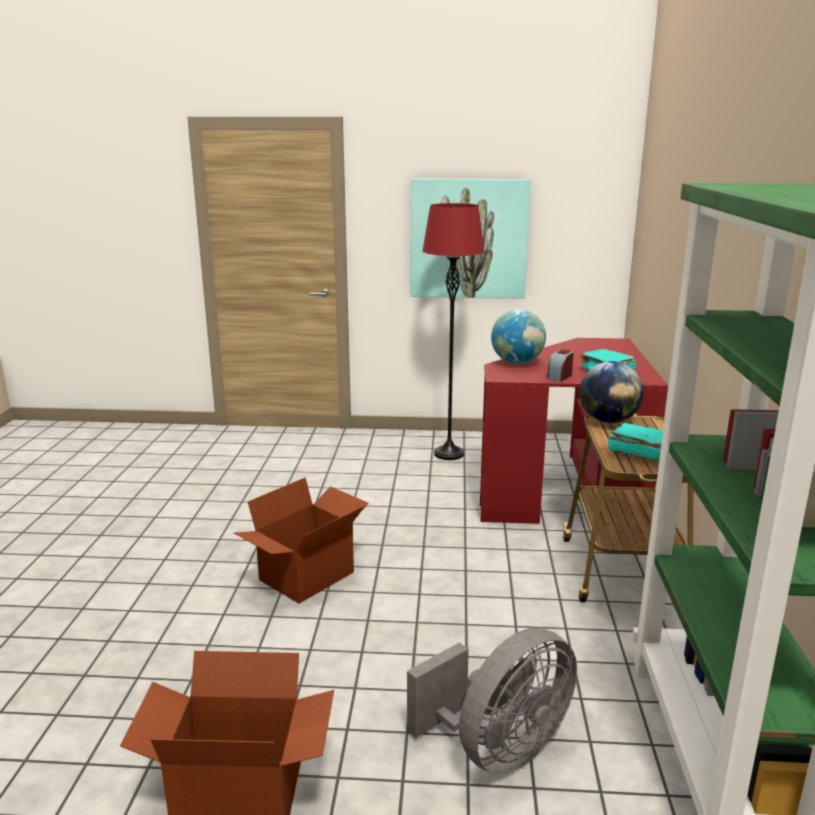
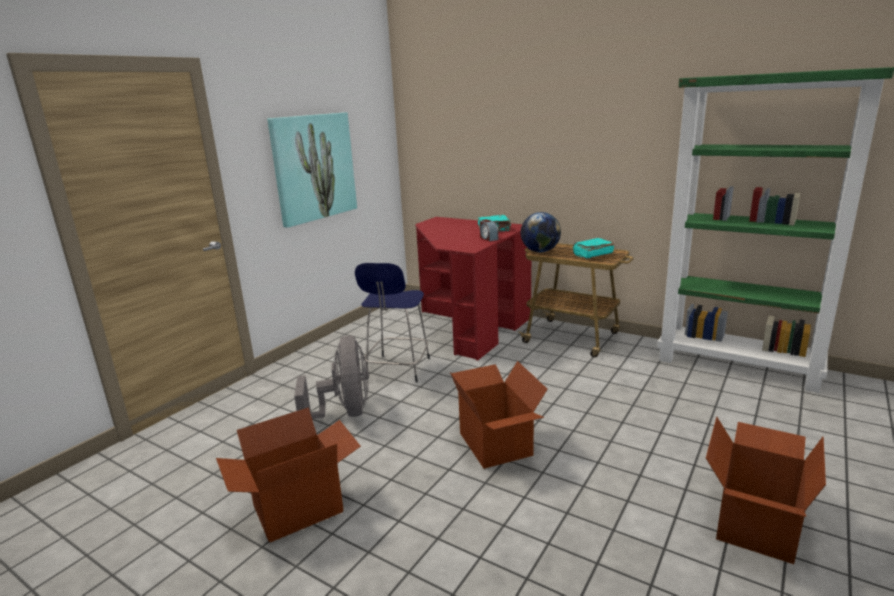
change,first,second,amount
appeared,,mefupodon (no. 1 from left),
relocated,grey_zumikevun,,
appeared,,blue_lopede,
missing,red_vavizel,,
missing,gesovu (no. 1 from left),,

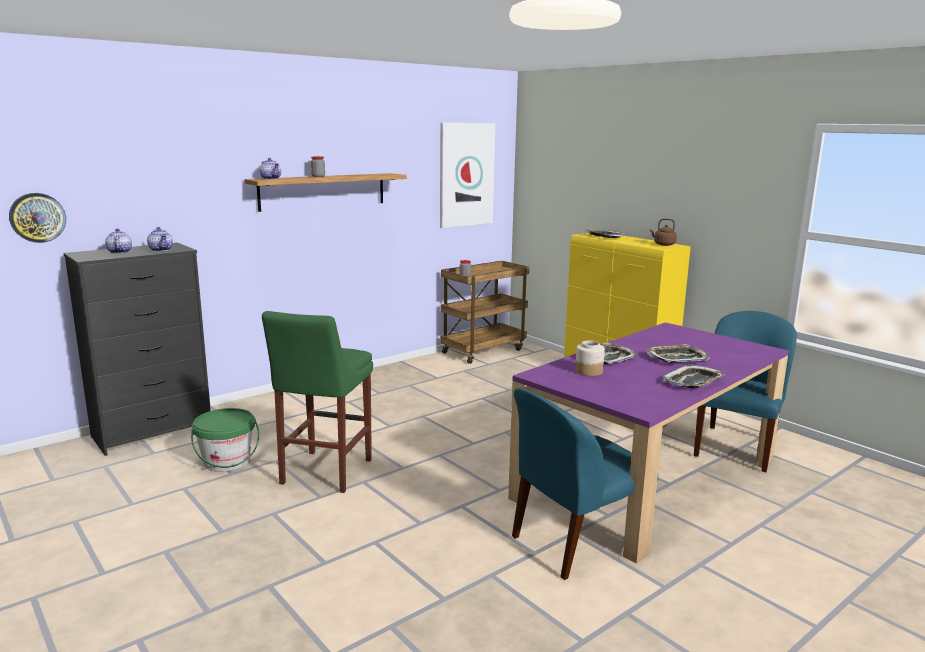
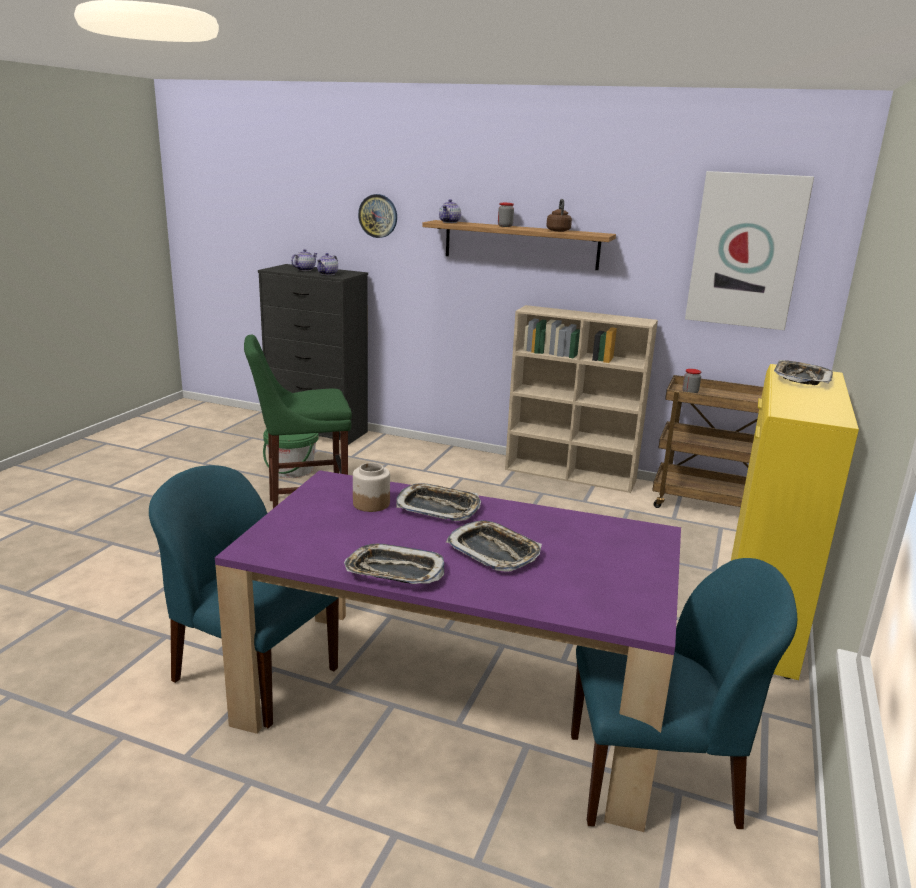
change,first,second,amount
relocated,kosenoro,,
appeared,,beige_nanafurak,
relocated,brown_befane,,

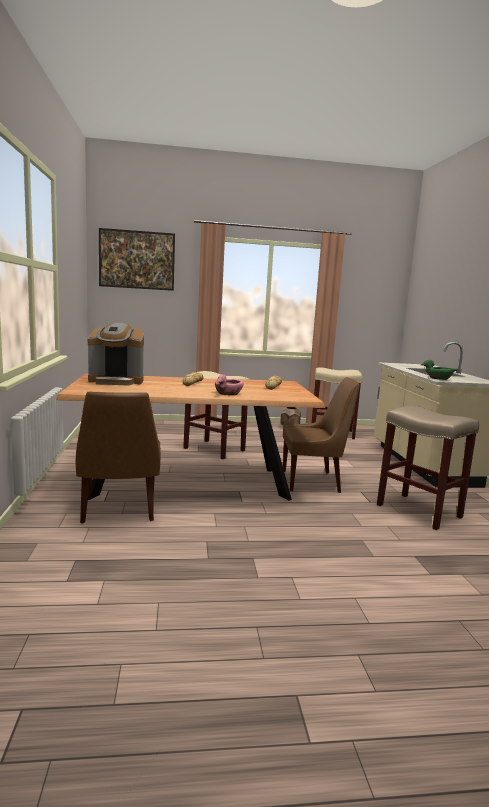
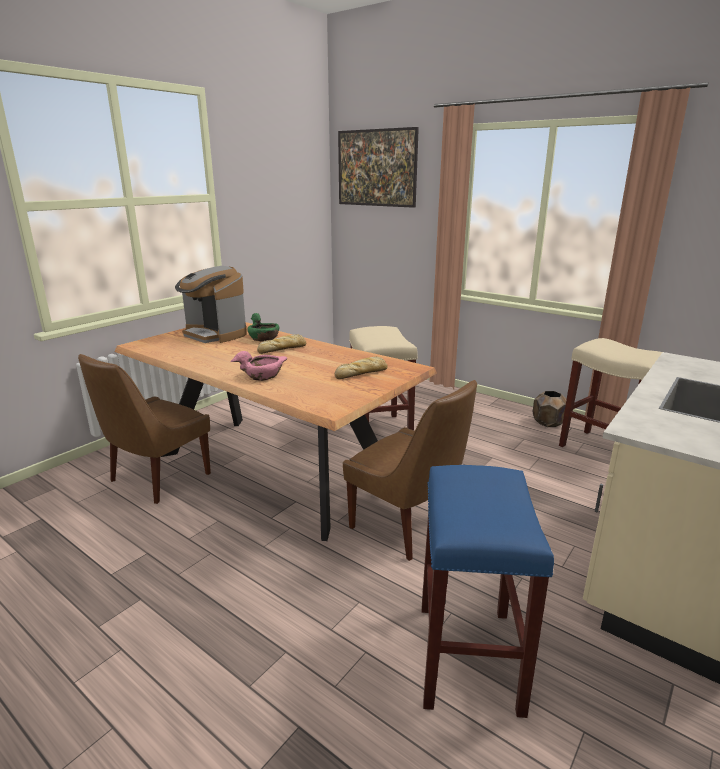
change,first,second,amount
relocated,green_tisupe,,
colour,beige_lopede (no. 3 from left),blue_lopede,

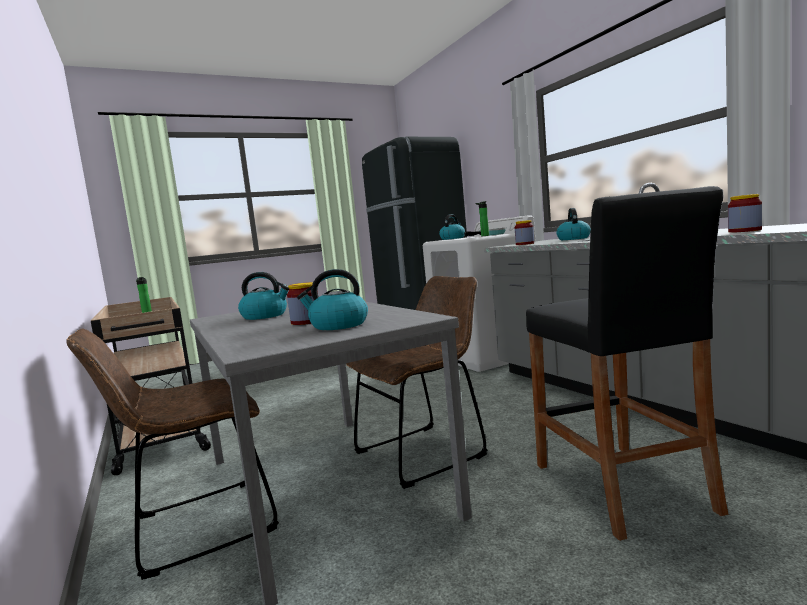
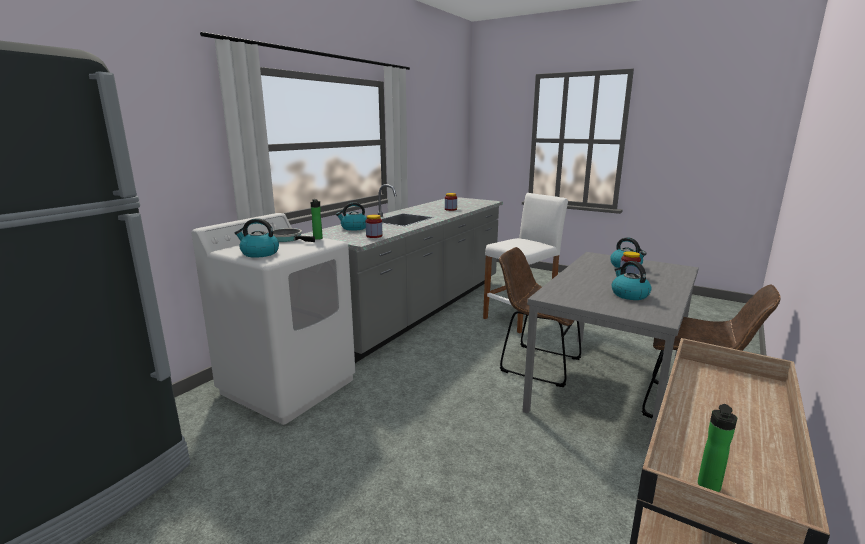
change,first,second,amount
colour,black_lopede,white_lopede,

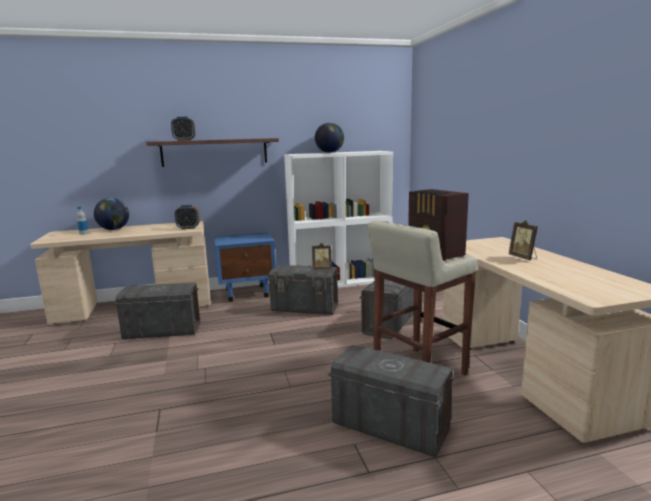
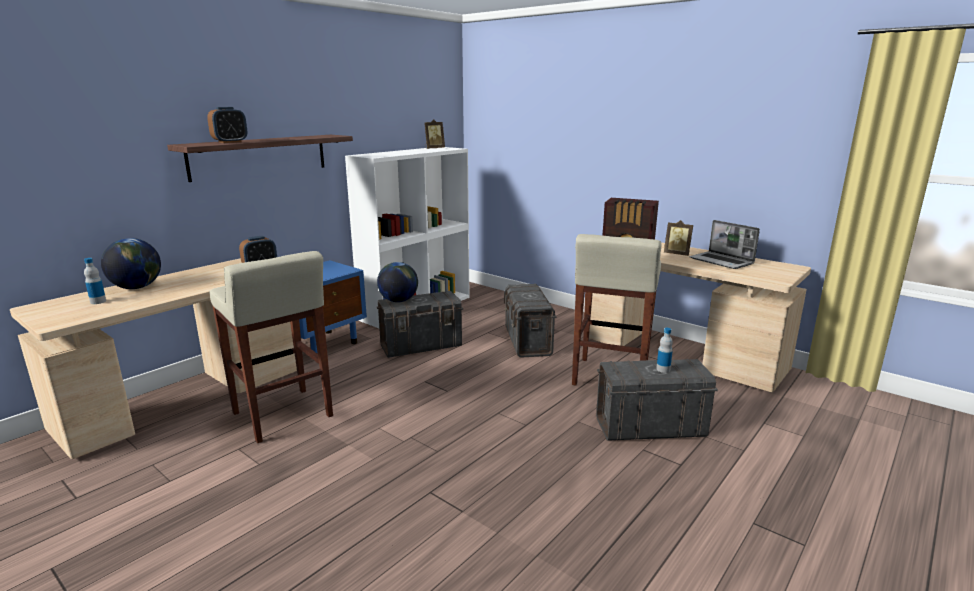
change,first,second,amount
exchanged,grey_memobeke (no. 1 from left),beige_lopede (no. 1 from left),
relocated,gesovu (no. 2 from left),,
relocated,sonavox (no. 1 from left),,
appeared,,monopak (no. 2 from left),
appeared,,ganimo,

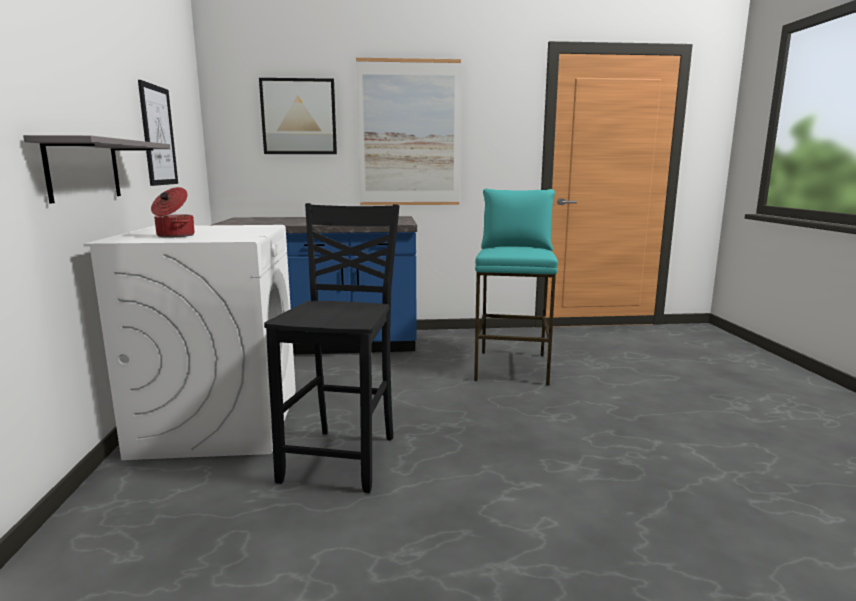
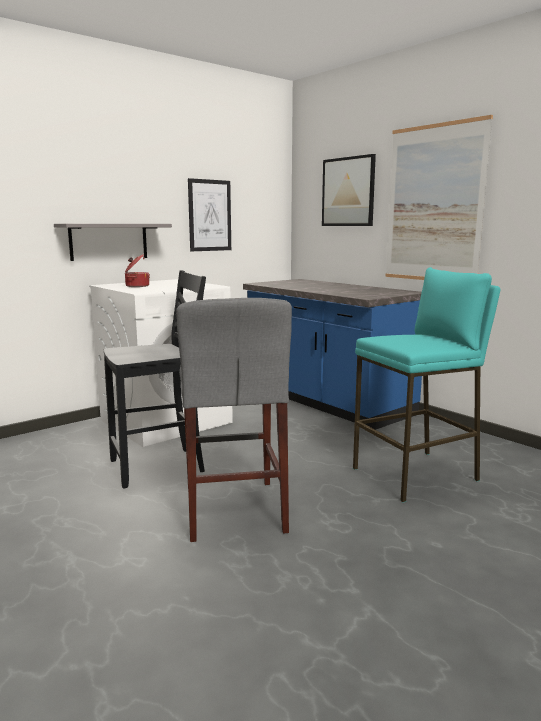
change,first,second,amount
appeared,,grey_lopede,

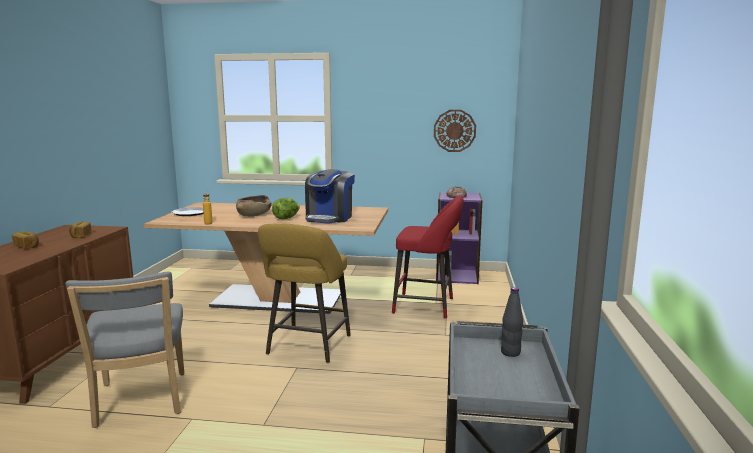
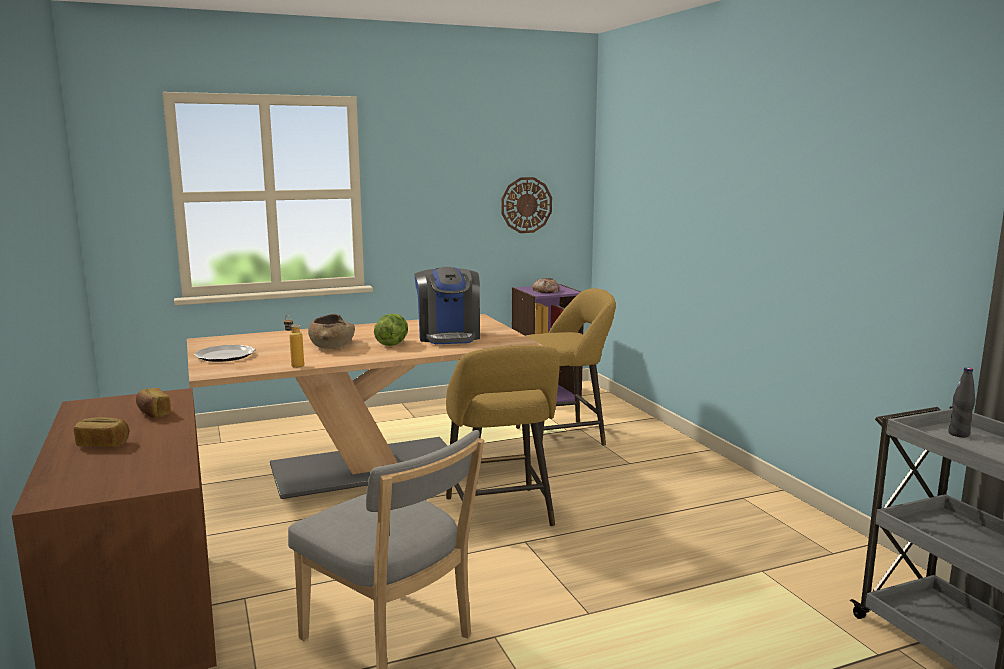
change,first,second,amount
colour,red_lopede,yellow_lopede (no. 2 from left),

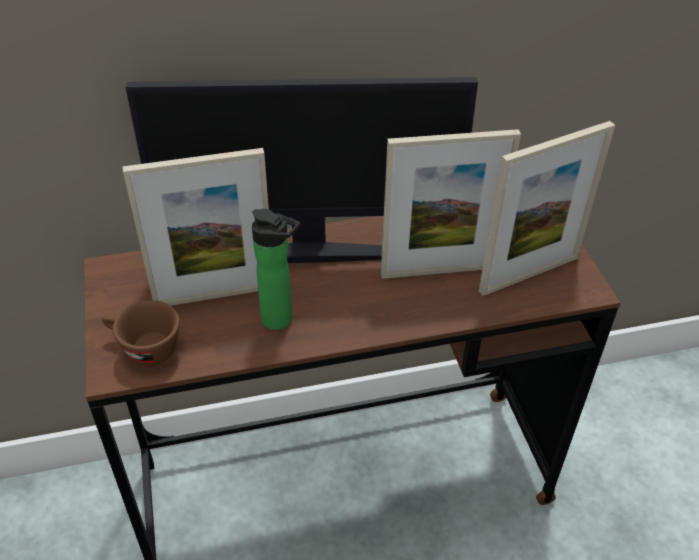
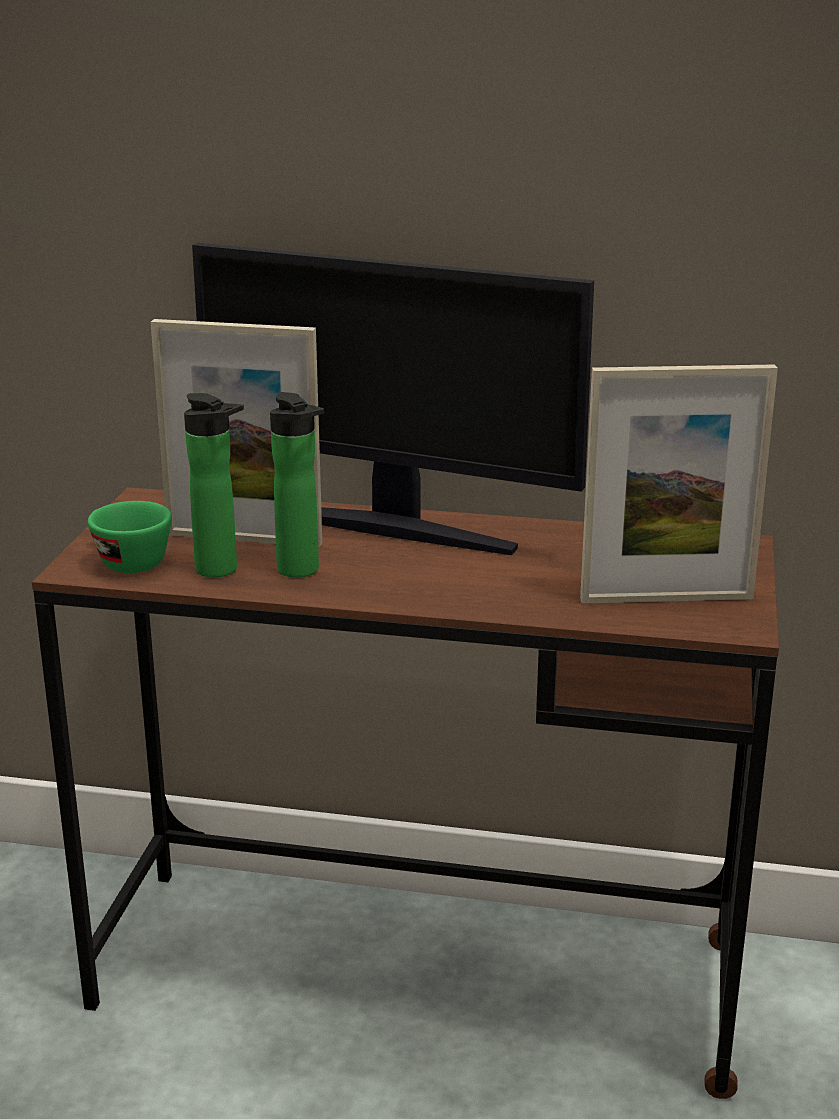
change,first,second,amount
colour,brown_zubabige,green_zubabige,
appeared,,monopak (no. 1 from left),
missing,sonavox (no. 2 from left),,

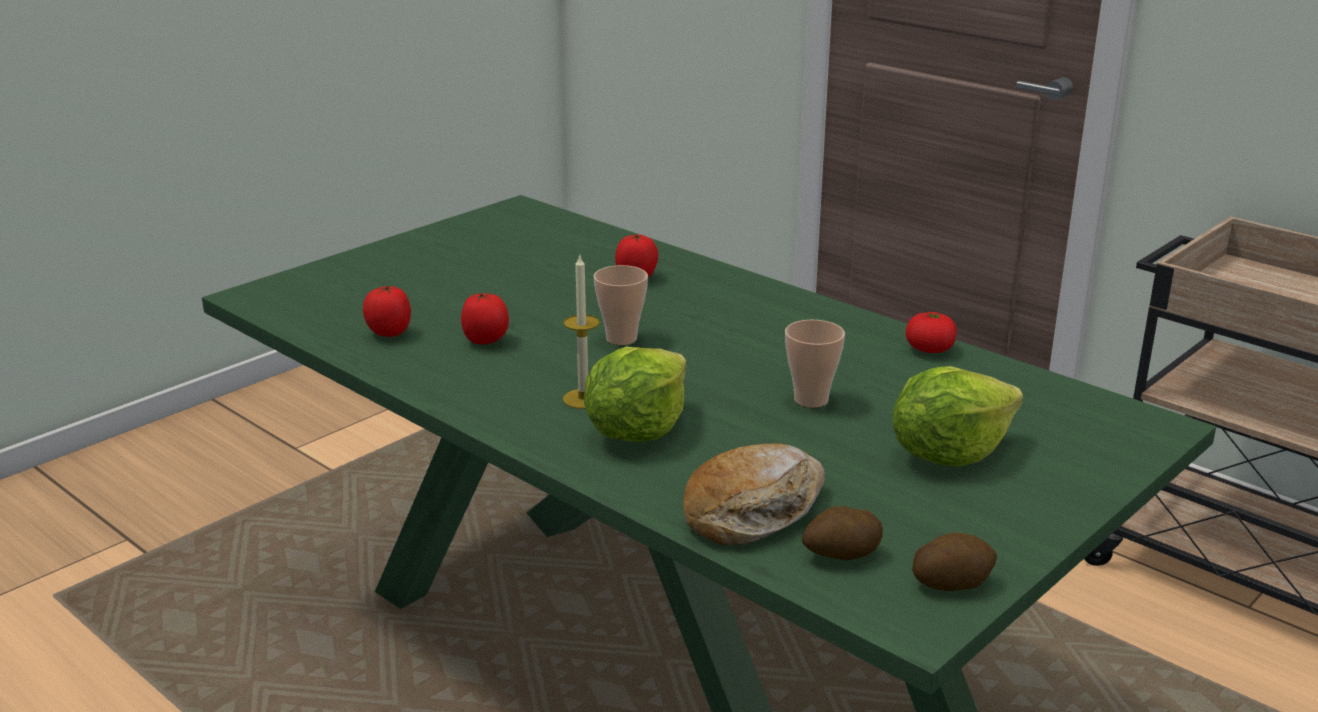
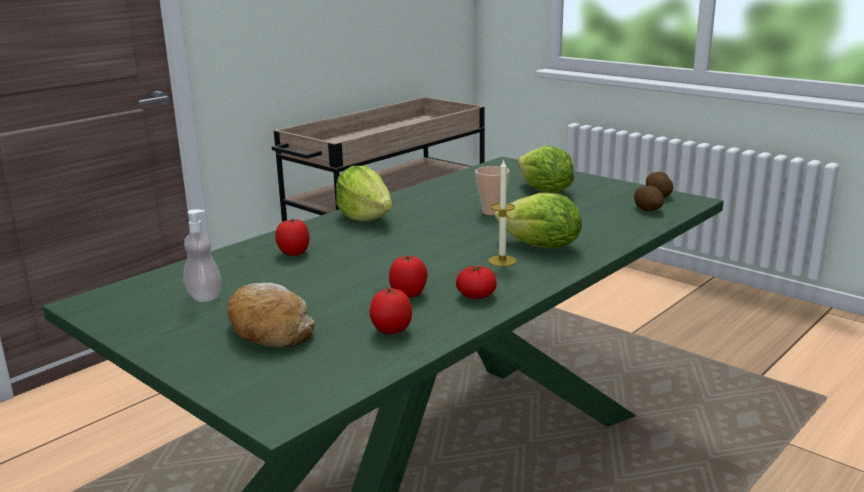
change,first,second,amount
appeared,,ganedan,
relocated,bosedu,,
appeared,,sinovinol (no. 1 from left),
relocated,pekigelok (no. 4 from left),,
missing,zubabige (no. 1 from left),,

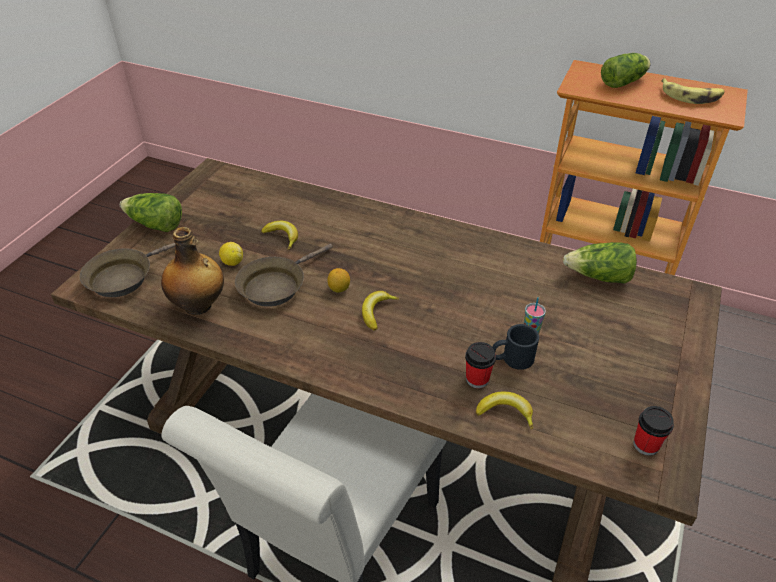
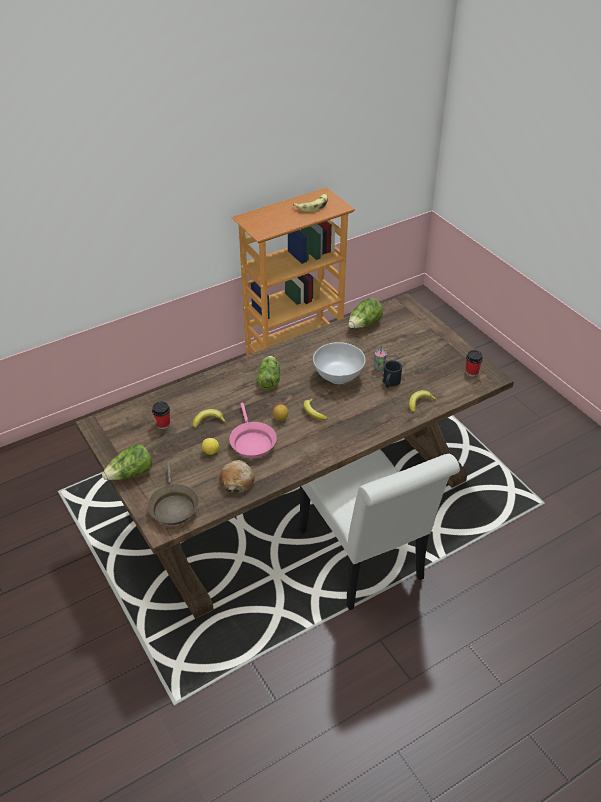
change,first,second,amount
relocated,zubabige (no. 1 from left),,
exchanged,monopak,bosedu,
colour,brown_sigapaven (no. 2 from left),pink_sigapaven,
relocated,sinovinol (no. 3 from left in the first image),sinovinol (no. 2 from left),
appeared,,white_tisupe,

